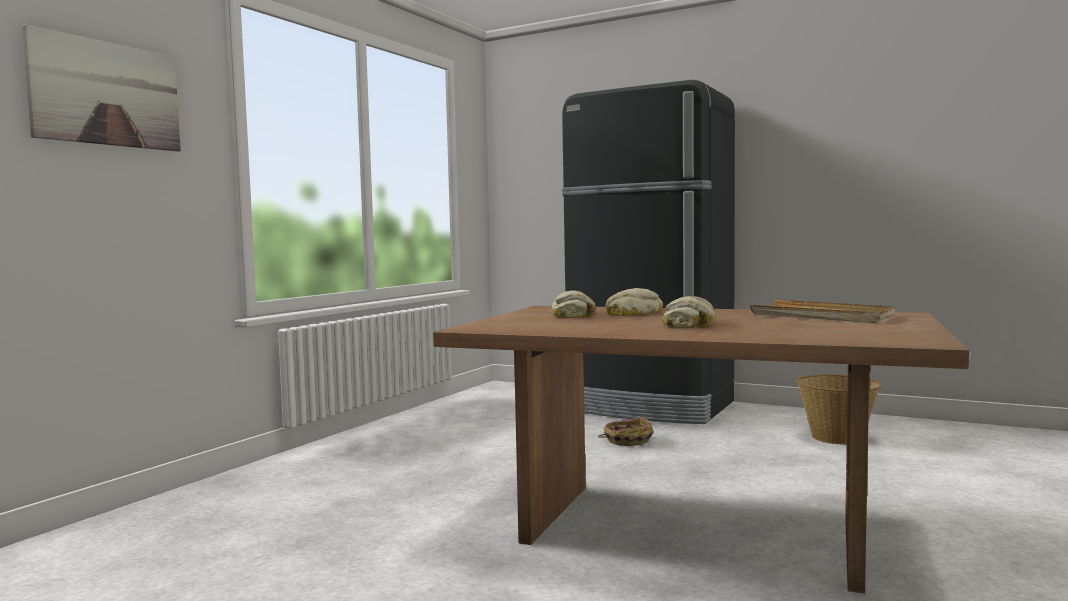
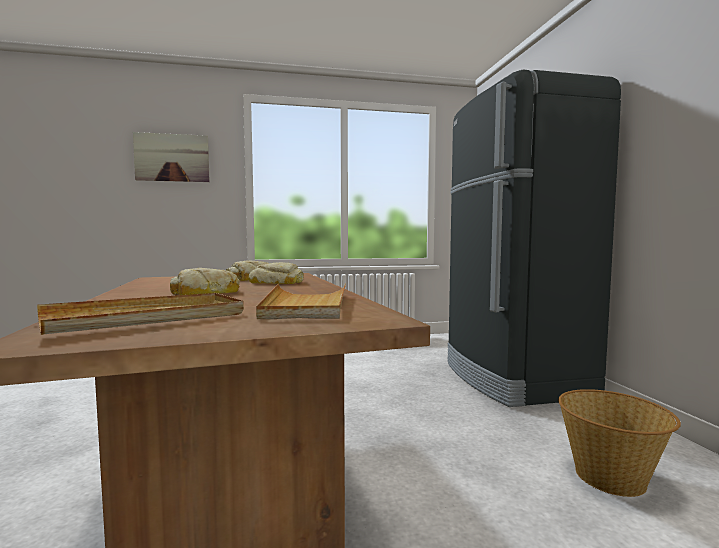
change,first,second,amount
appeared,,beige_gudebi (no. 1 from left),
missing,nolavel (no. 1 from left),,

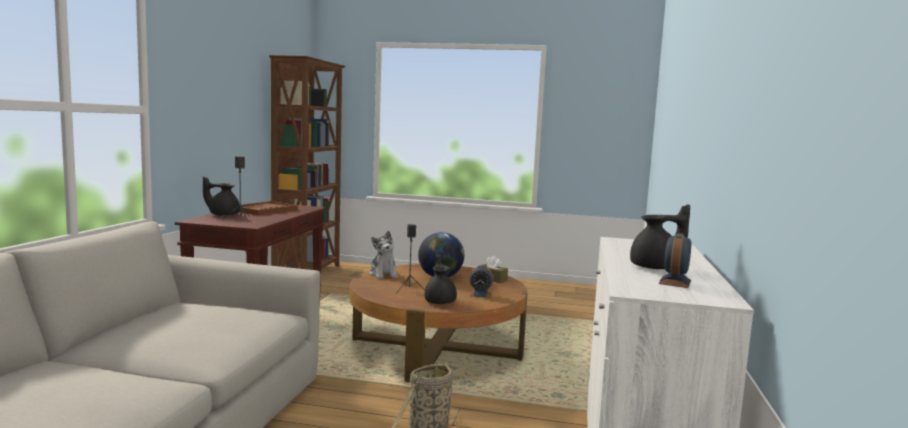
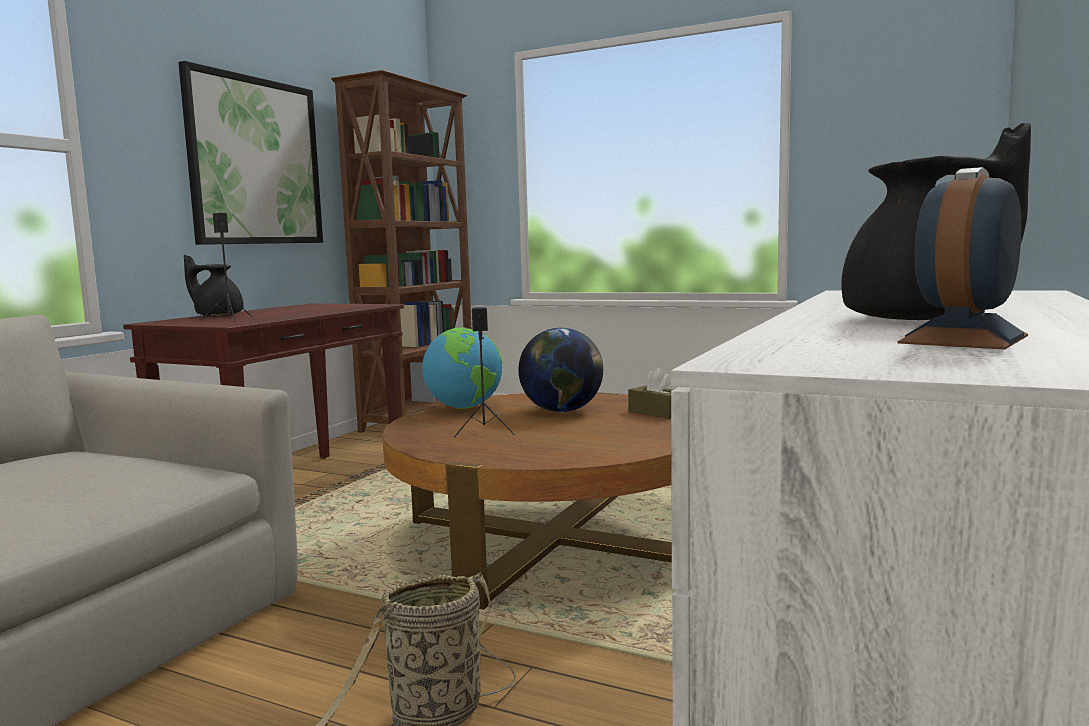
change,first,second,amount
appeared,,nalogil,
exchanged,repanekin,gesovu (no. 1 from left),
missing,brown_gudebi,,
missing,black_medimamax (no. 2 from left),,
missing,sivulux (no. 1 from left),,

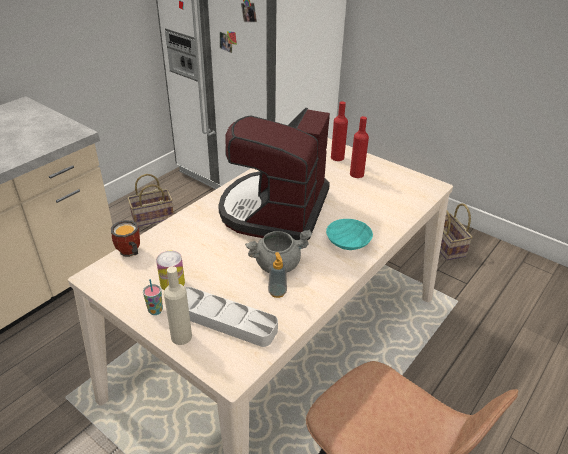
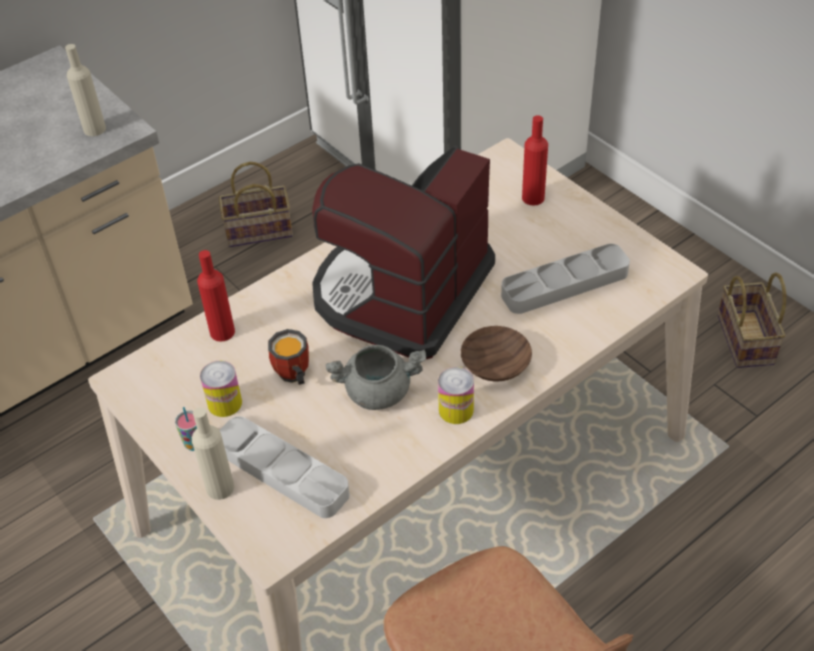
change,first,second,amount
appeared,,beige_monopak (no. 1 from left),
relocated,red_monopak (no. 2 from left in the first image),red_monopak (no. 1 from left),
relocated,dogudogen,,
appeared,,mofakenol (no. 2 from left),
colour,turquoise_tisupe,brown_tisupe,
appeared,,grey_gudebi (no. 2 from left),
missing,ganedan,,

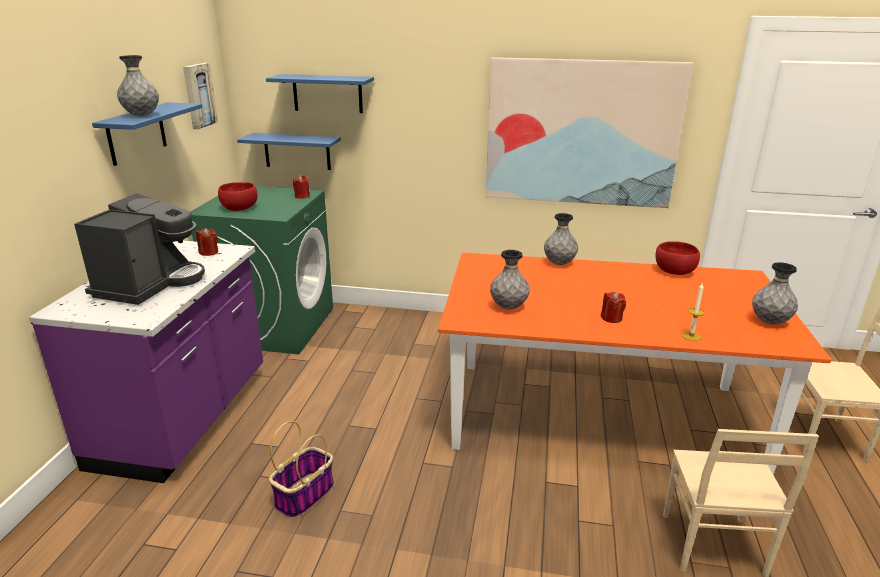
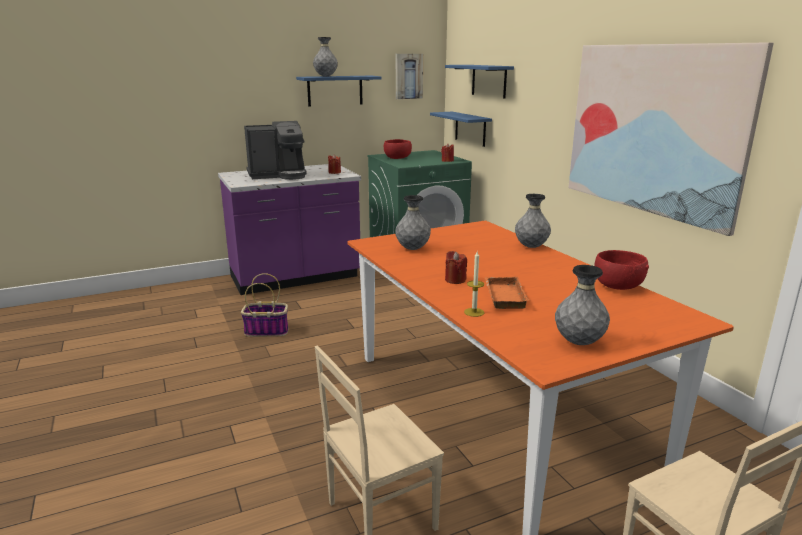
change,first,second,amount
appeared,,orange_gudebi,

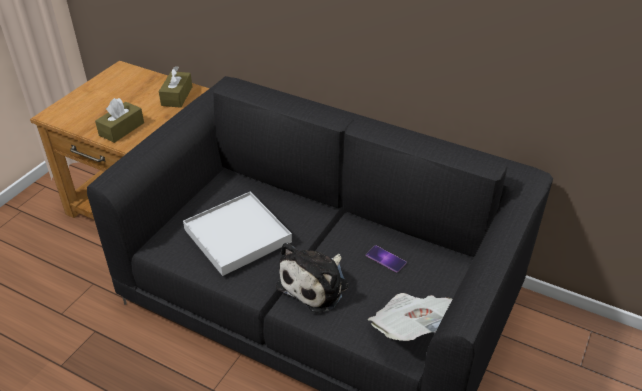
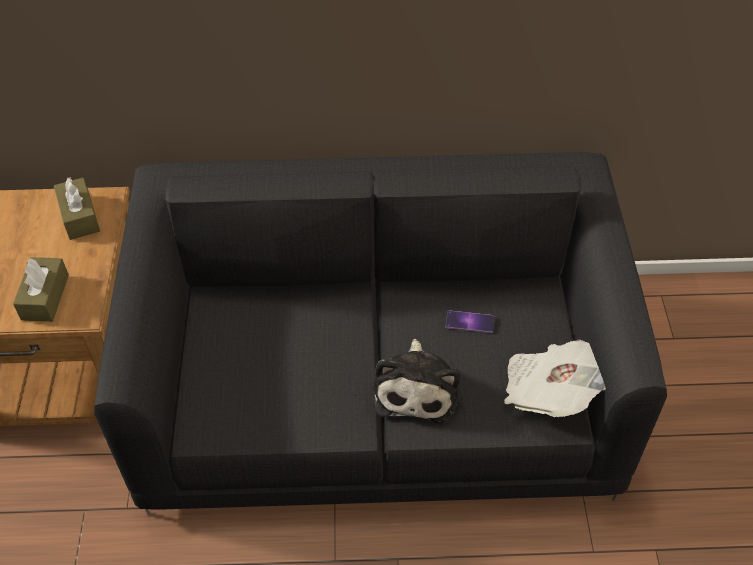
change,first,second,amount
missing,white_gudebi,,

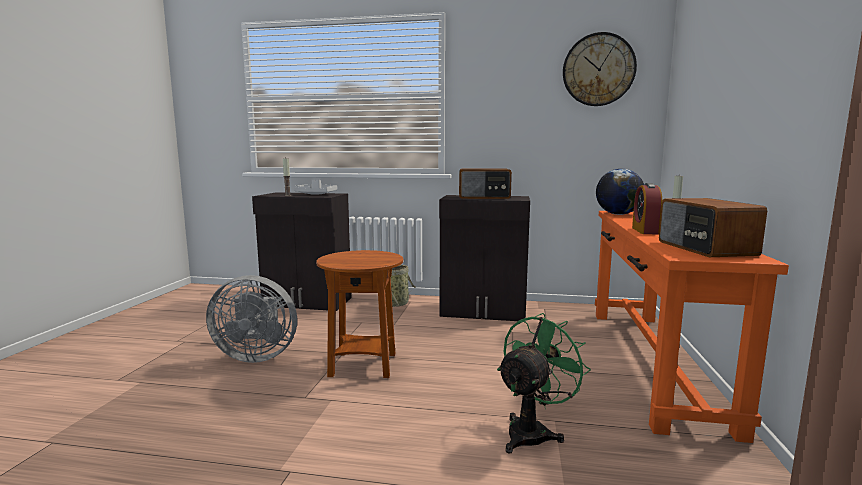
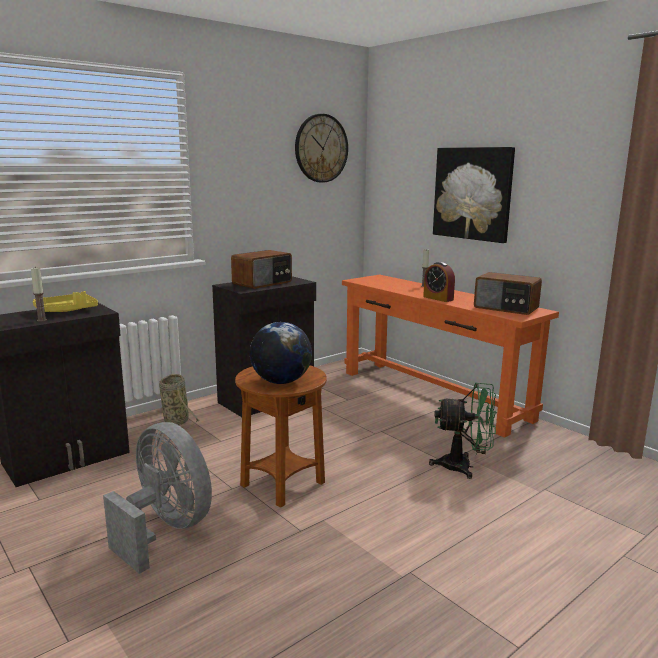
change,first,second,amount
colour,grey_gudebi,yellow_gudebi,
spun,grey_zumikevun,,90 degrees counterclockwise
relocated,gesovu,,
spun,green_zumikevun,,105 degrees clockwise
appeared,,nalogil,

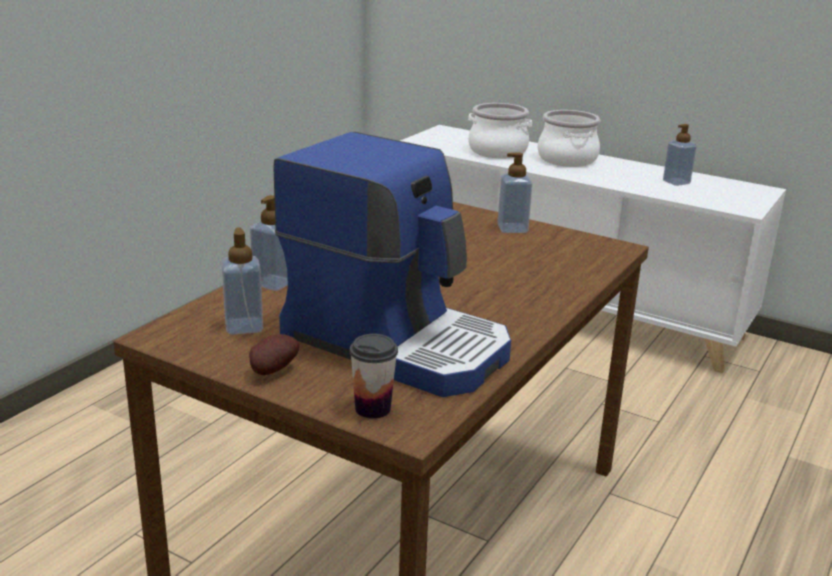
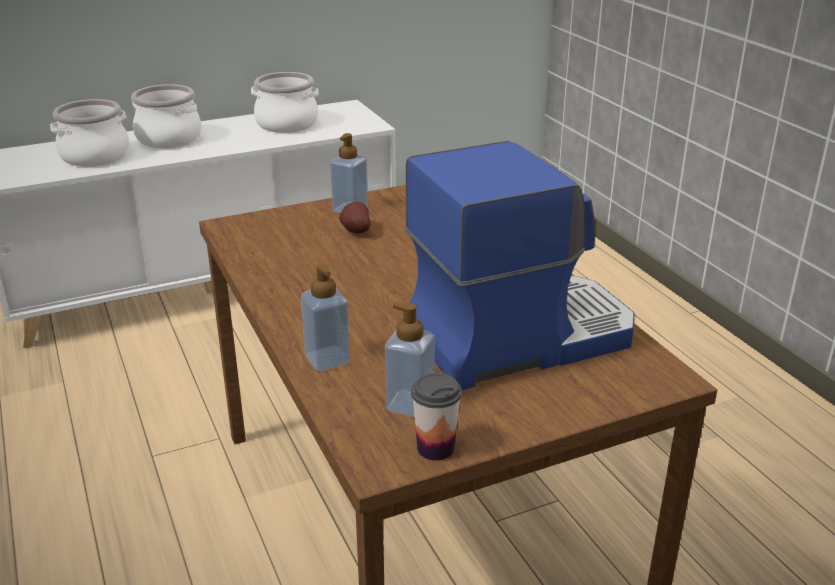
change,first,second,amount
exchanged,ganedan (no. 4 from left),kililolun (no. 3 from left),
relocated,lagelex,,
relocated,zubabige,,

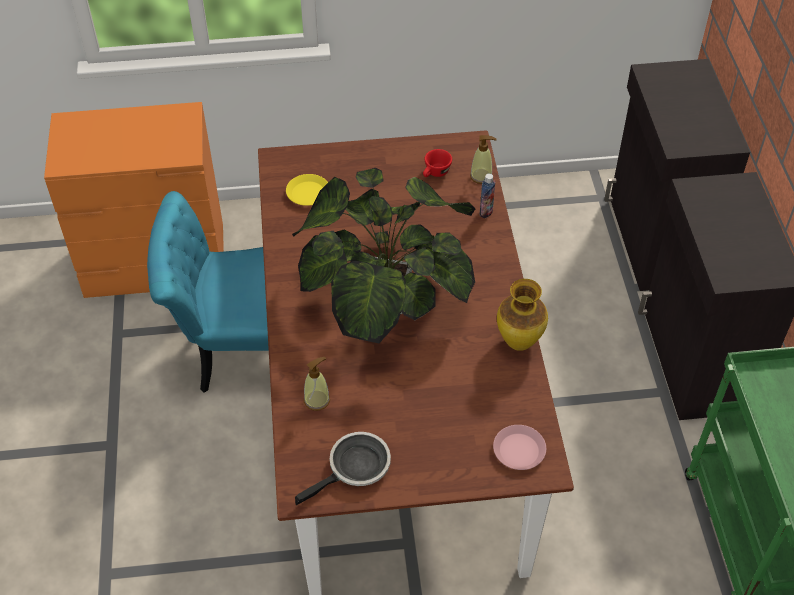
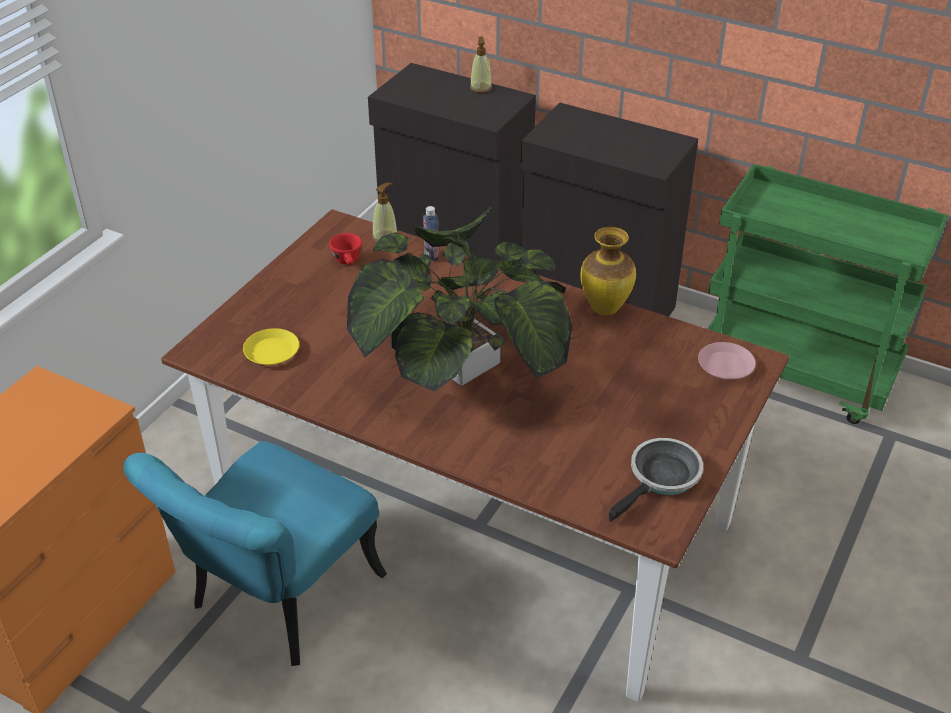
change,first,second,amount
relocated,ganedan (no. 1 from left in the first image),ganedan (no. 2 from left),
spun,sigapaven,,45 degrees clockwise

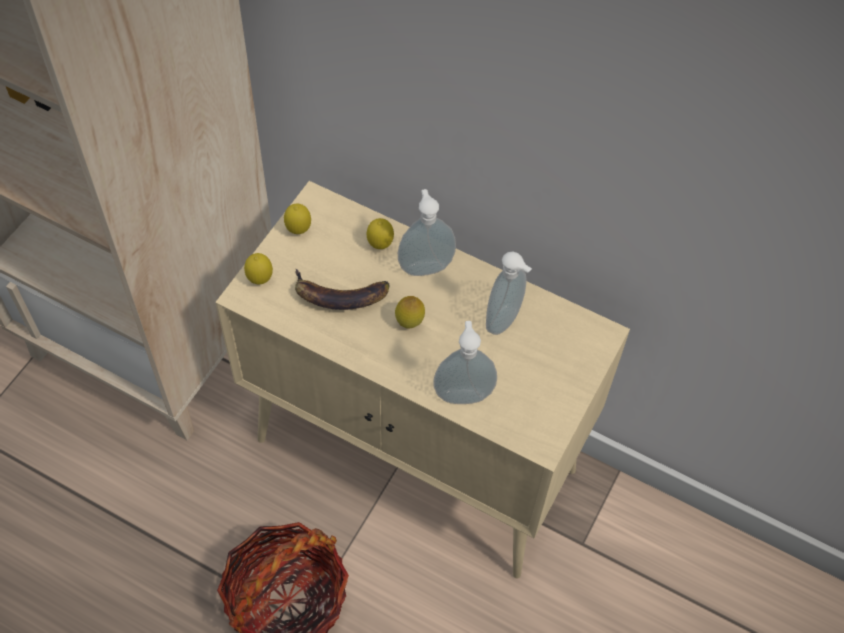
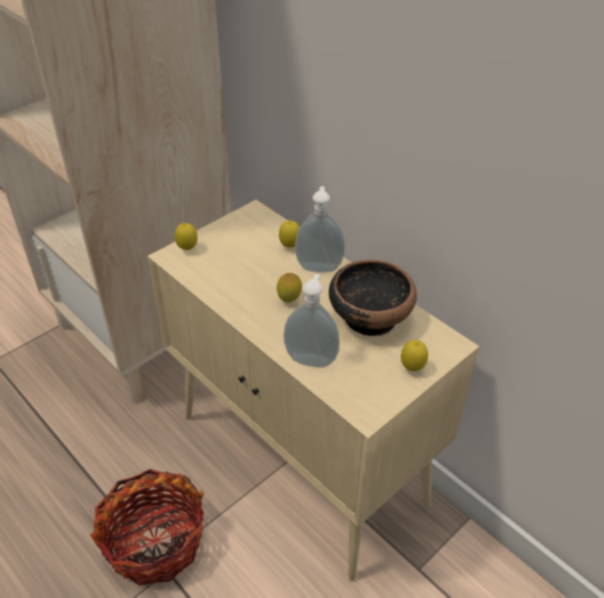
change,first,second,amount
exchanged,ganedan (no. 3 from left),tisupe,
relocated,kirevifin (no. 2 from left in the first image),kirevifin (no. 4 from left),
missing,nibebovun,,

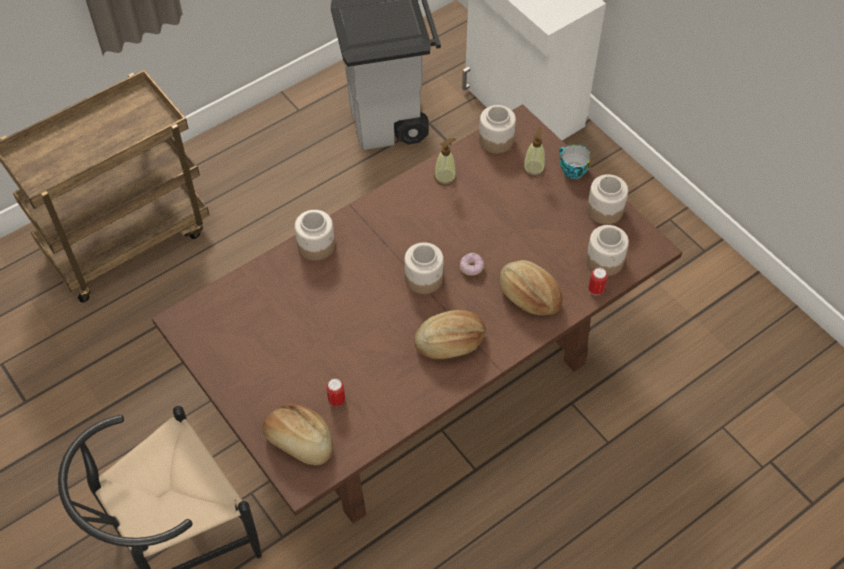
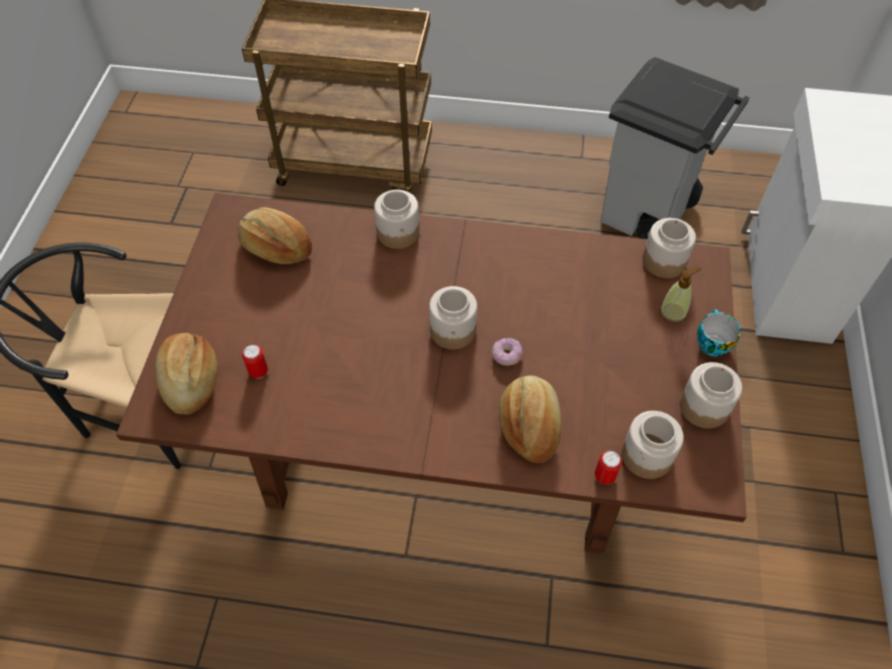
change,first,second,amount
relocated,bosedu (no. 2 from left),,
missing,ganedan (no. 1 from left),,

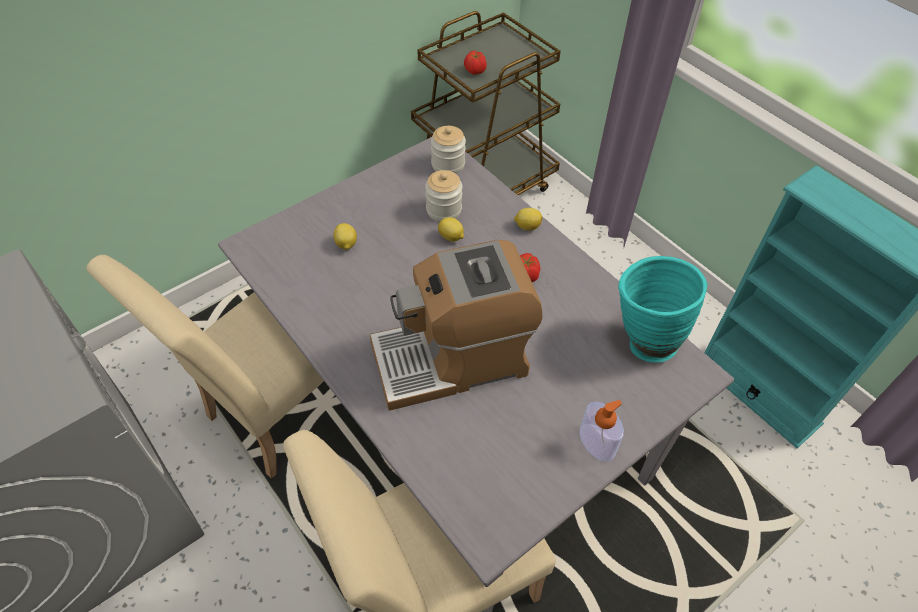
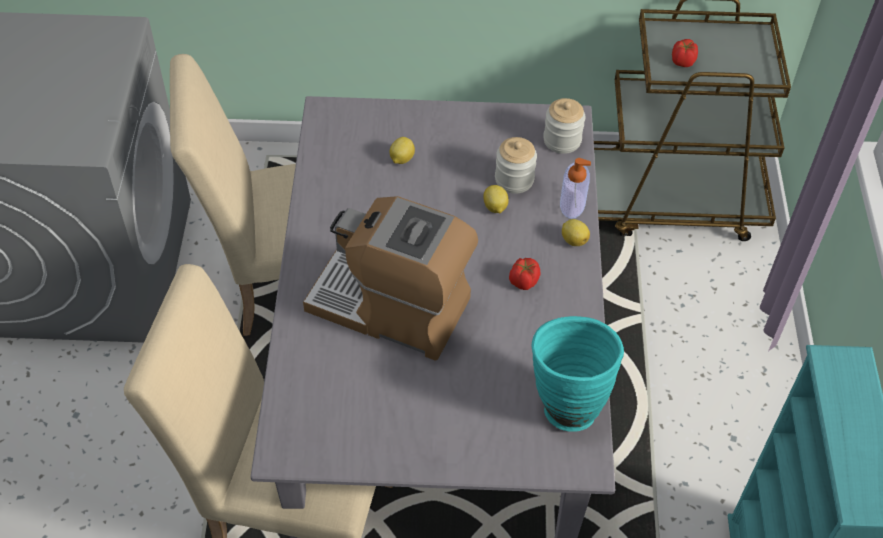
change,first,second,amount
relocated,ganedan,,

